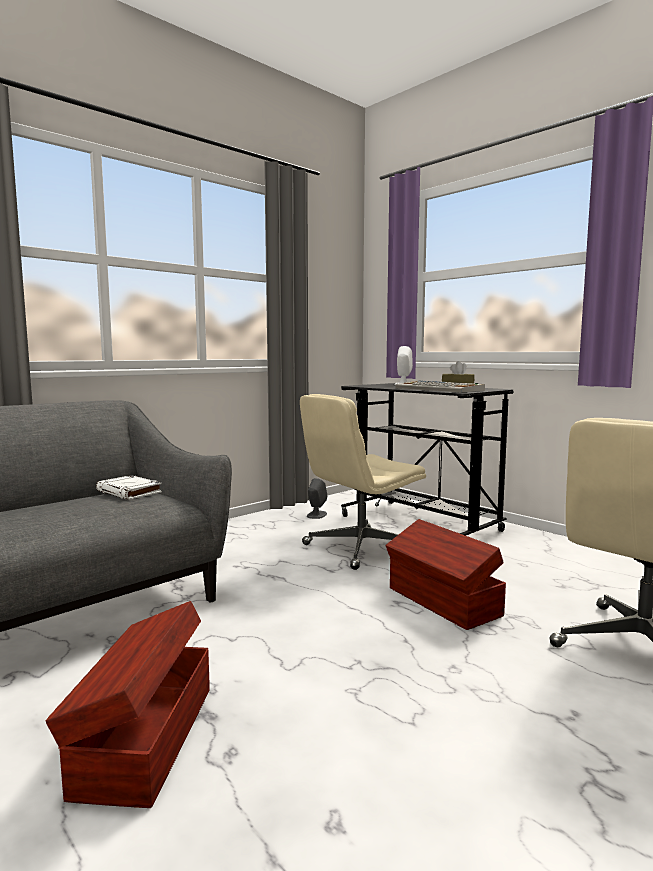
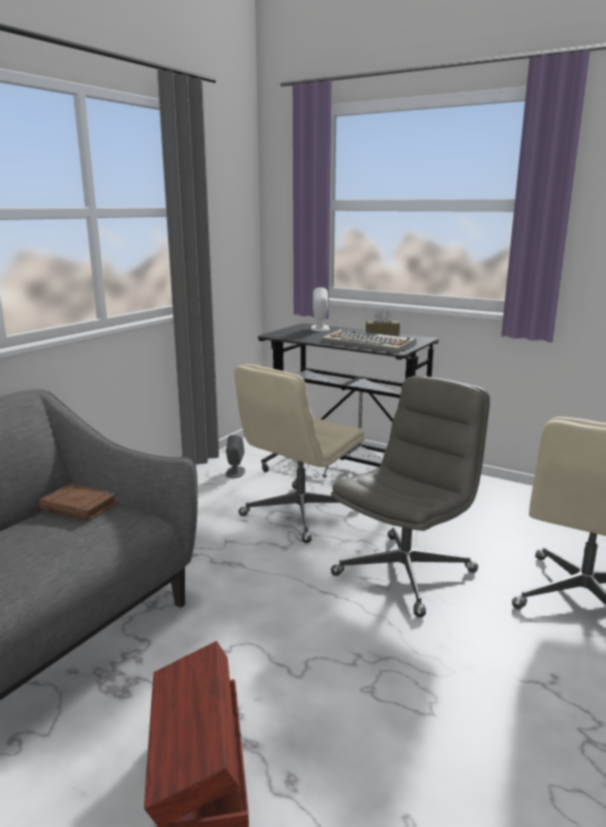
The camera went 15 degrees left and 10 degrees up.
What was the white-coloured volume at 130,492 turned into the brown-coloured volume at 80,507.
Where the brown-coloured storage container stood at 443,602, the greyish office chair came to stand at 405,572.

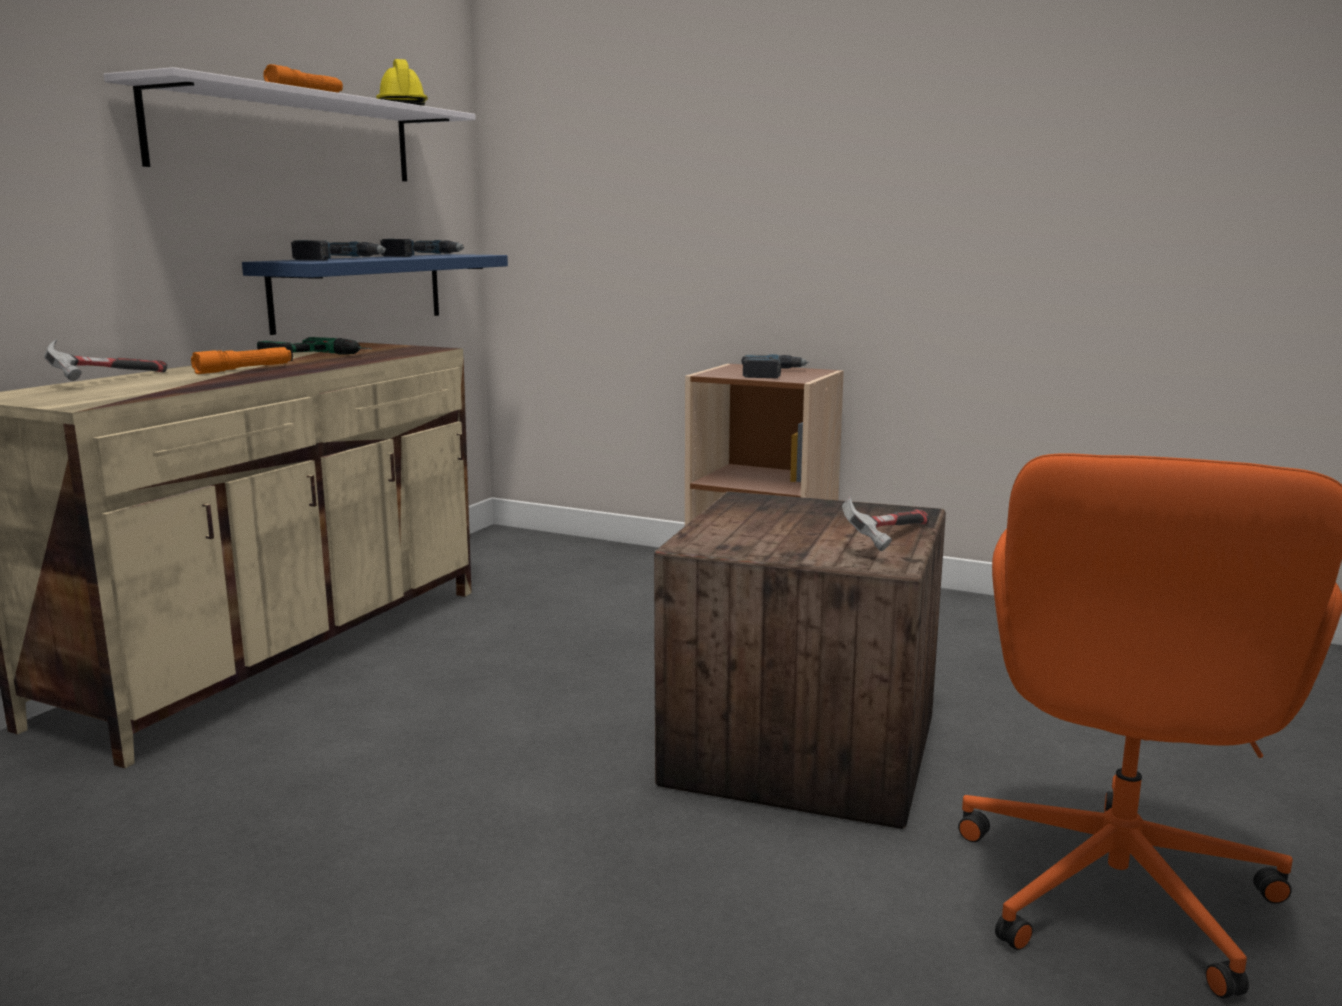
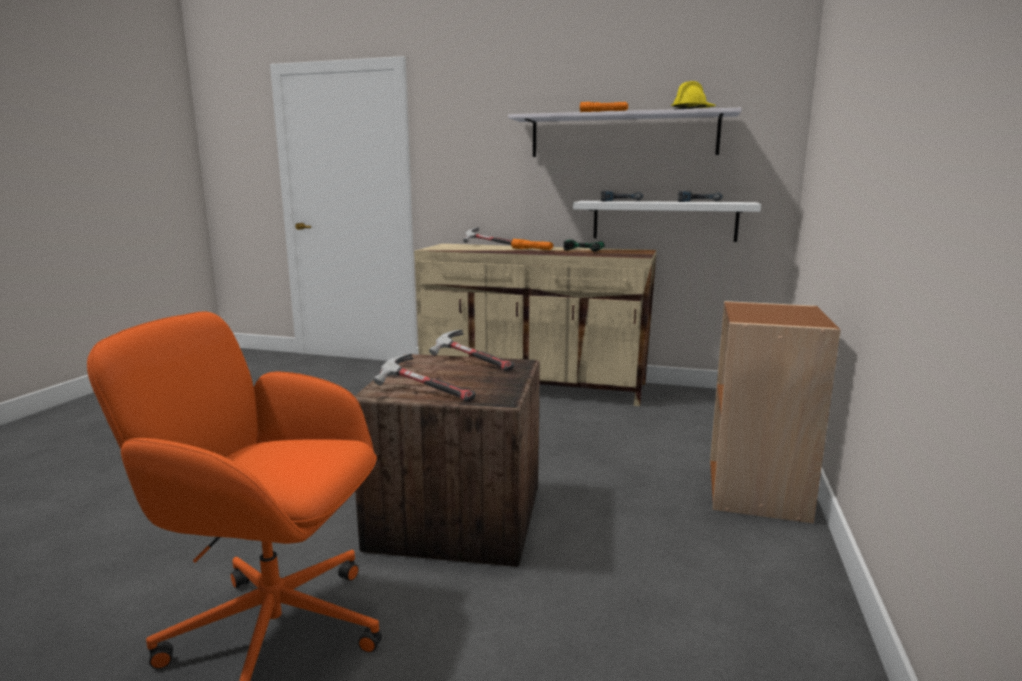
The camera went 80 degrees right and 0 degrees up.
The second view gained the hammer at 471,363.
What was the blue-coloured bracket shelf at 359,291 turned into the white-coloured bracket shelf at 664,220.
The second view lost the electric drill at 771,373.

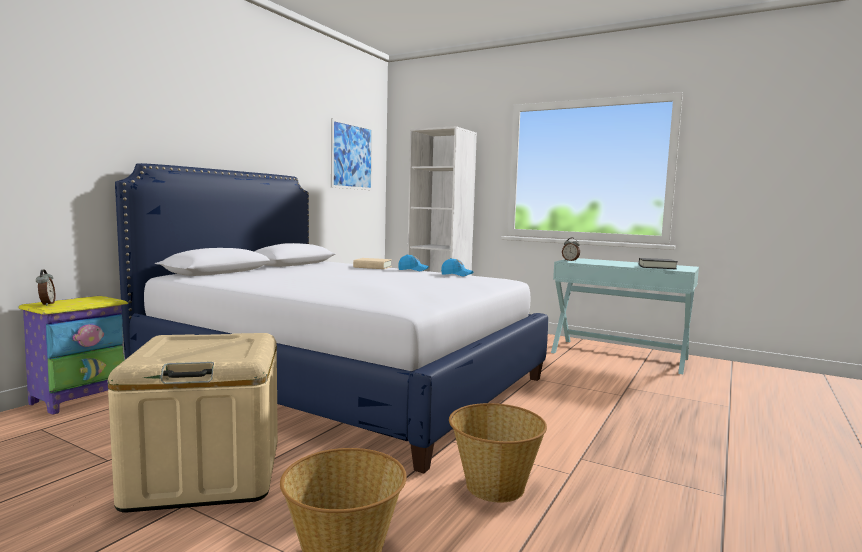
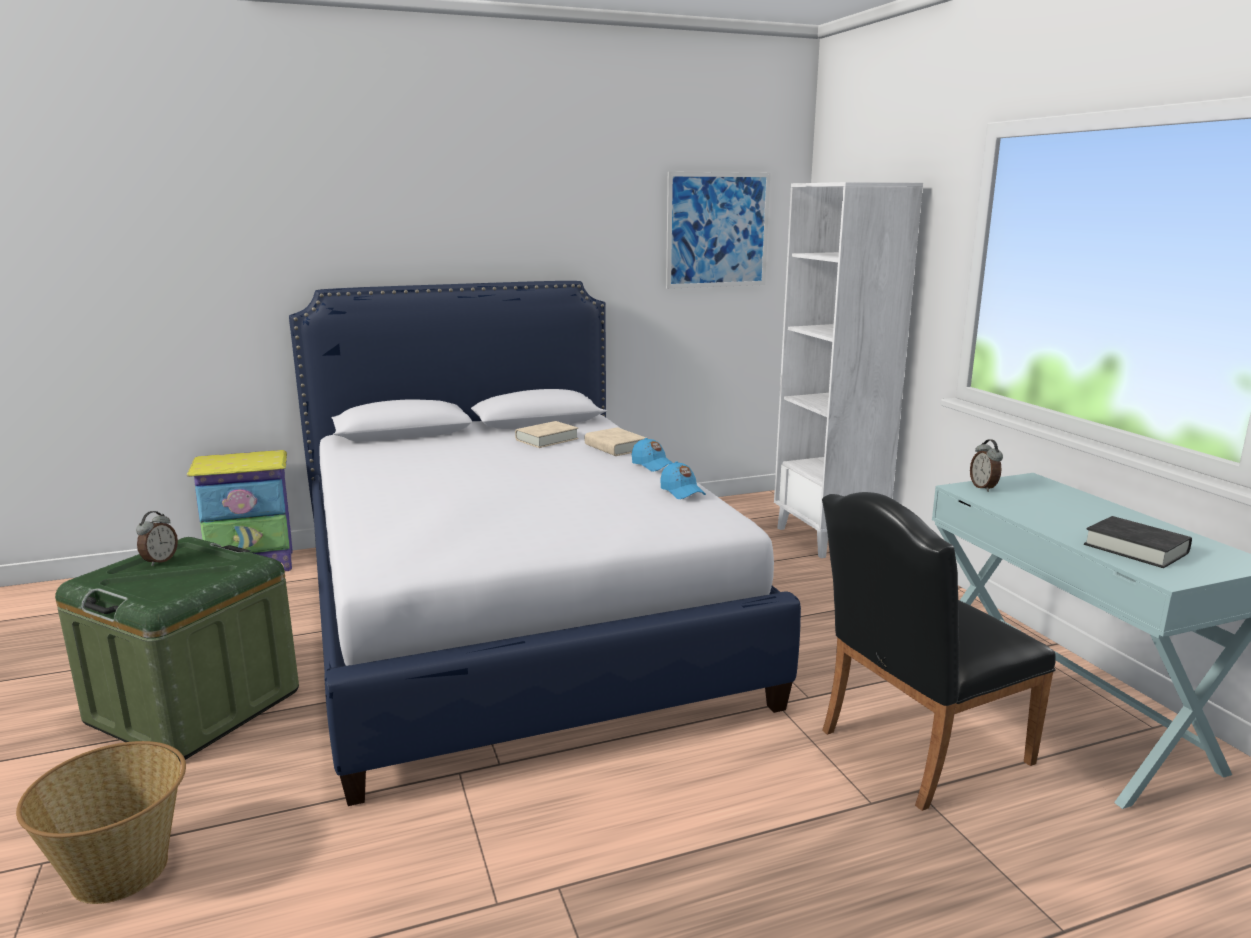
The camera went 40 degrees right and 10 degrees up.
What was the sand-coloured storage container at 206,473 turned into the green-coloured storage container at 194,706.
The table clock ended up elsewhere, having gone from 46,304 to 159,561.
The second view gained the sand-coloured volume at 547,439.
The second view gained the blackish plain chair at 914,750.
The second view lost the household basket at 494,486.

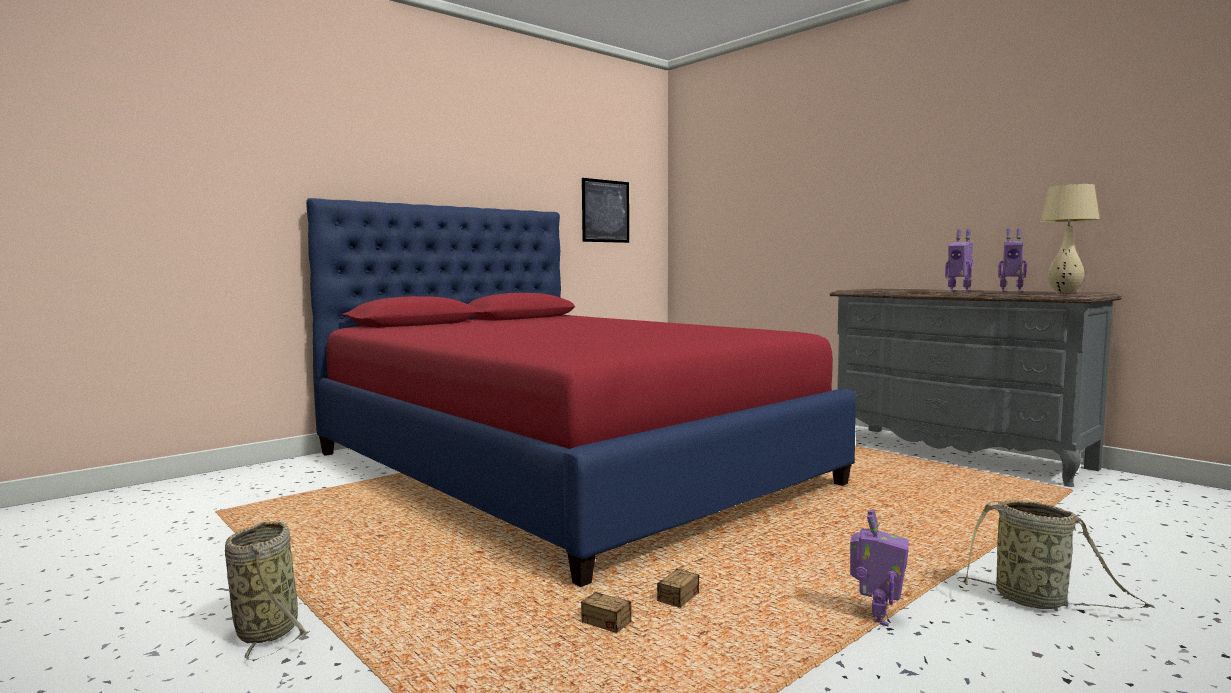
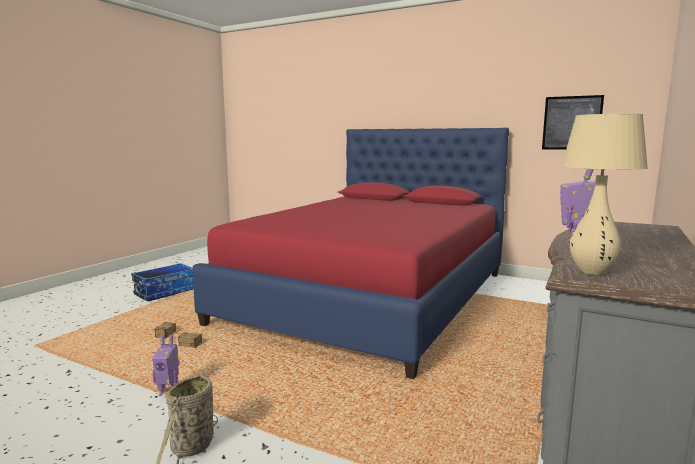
The camera went 70 degrees right and 5 degrees up.
Where the household basket stood at 268,629, the storage container came to stand at 165,292.
The second view lost the toy robot at 1010,292.

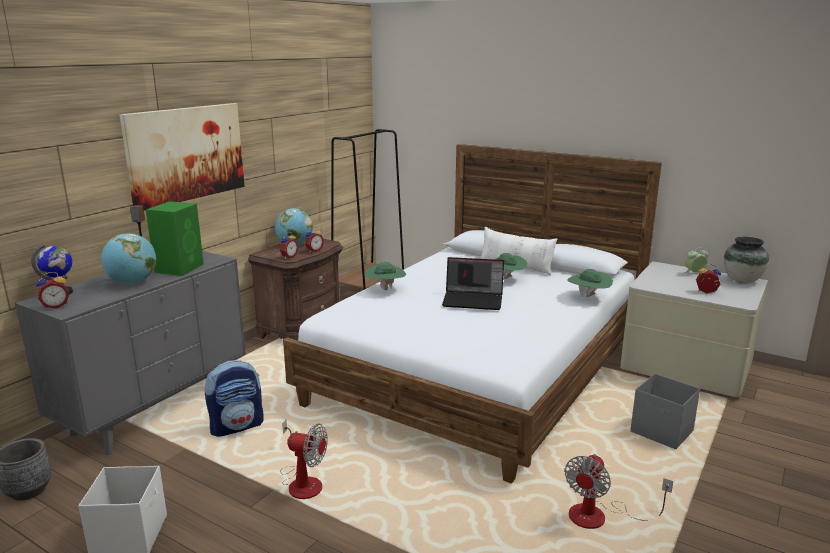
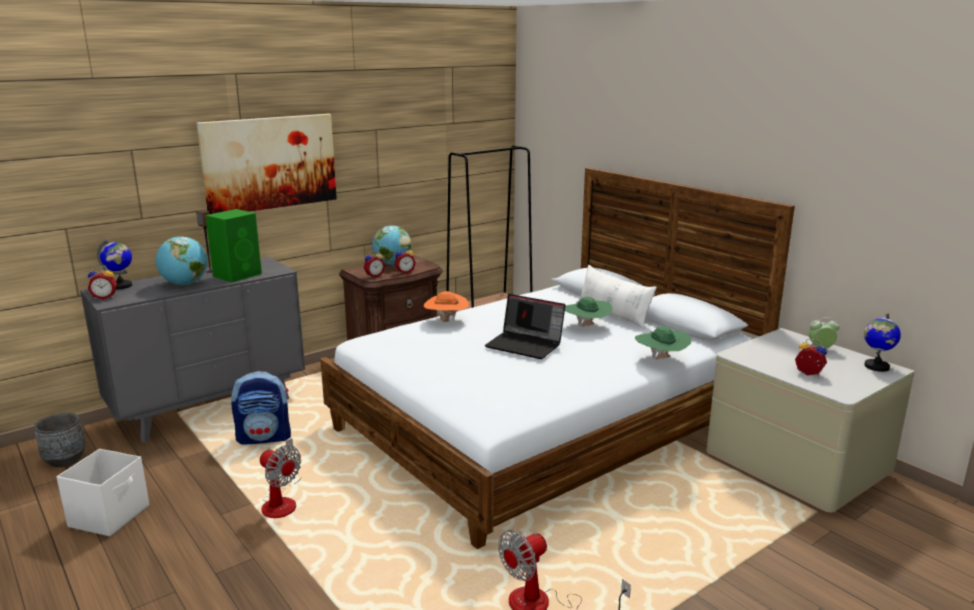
The camera went 20 degrees right and 0 degrees up.
What was the green-coloured wearable hat at 385,289 turned into the orange wearable hat at 446,321.
Where the flower vase stood at 742,281, the world globe came to stand at 876,366.
The second view lost the greyish storage container at 662,432.

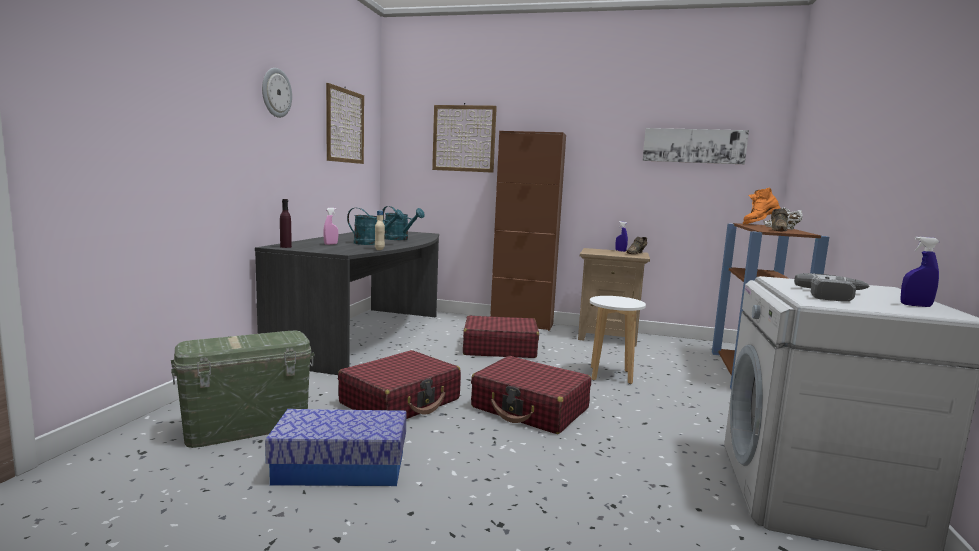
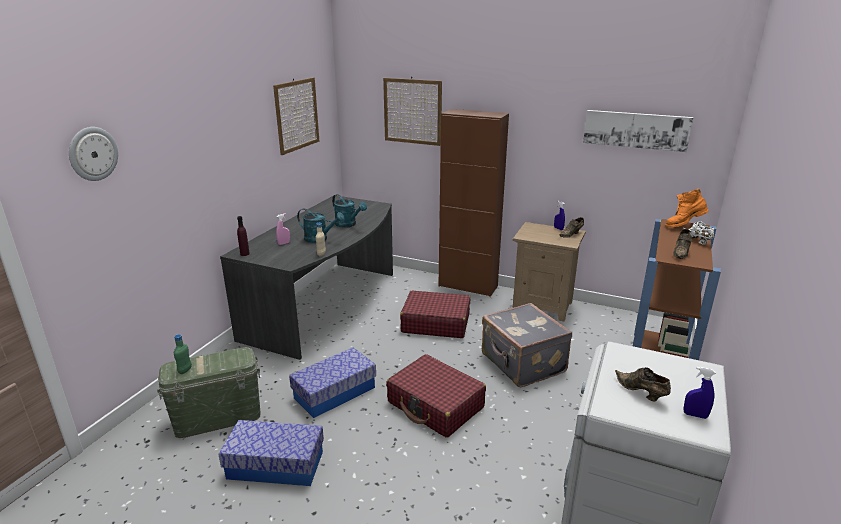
The camera went 10 degrees right and 15 degrees up.
The wall clock ended up elsewhere, having gone from 276,93 to 93,153.
The second view gained the green-coloured drink bottle at 185,370.
Where the red-coloured piece of luggage stood at 401,401, the storage container came to stand at 335,392.
Where the white-coloured stool stood at 611,375, the greyish piece of luggage came to stand at 522,364.
Where the electric drill stood at 837,295, the brown-coloured low shoe came to stand at 641,392.

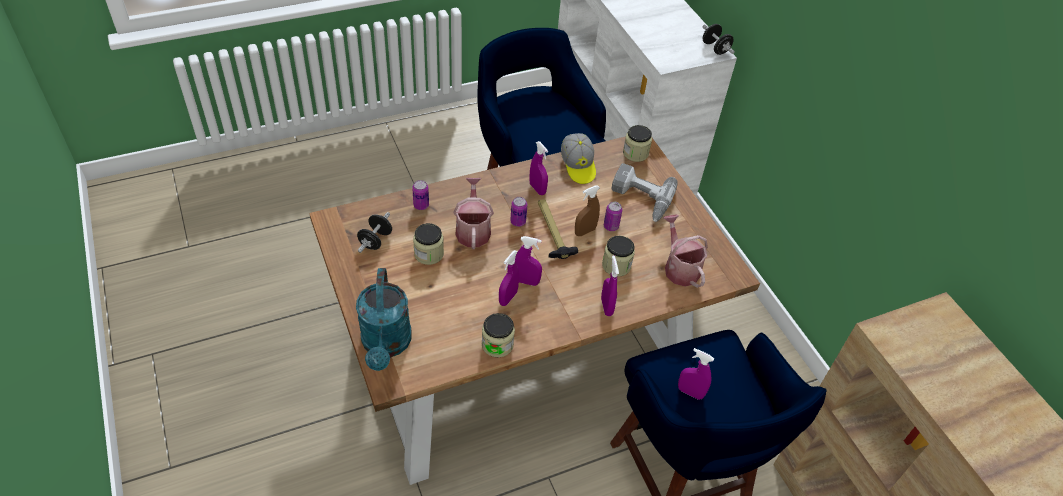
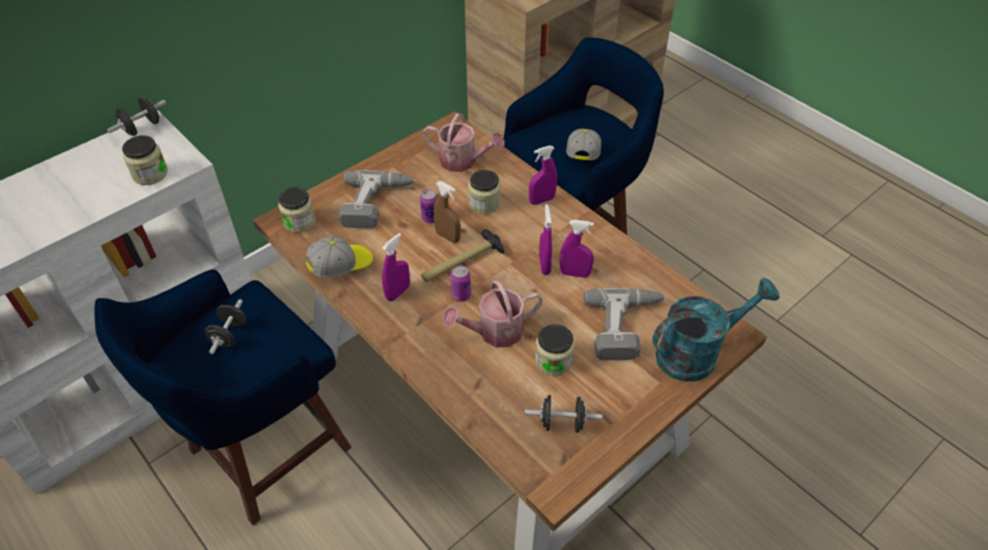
The camera went 105 degrees left and 0 degrees up.
The jar ended up elsewhere, having gone from 497,344 to 150,174.
The second view gained the blackish free weight at 229,335.
The sprinkling can at 679,267 ended up facing another way, 120 degrees counterclockwise from before.
Where the purplish spray bottle stood at 690,392, the cap came to stand at 583,152.
The second view gained the electric drill at 626,328.
The second view lost the can at 421,205.

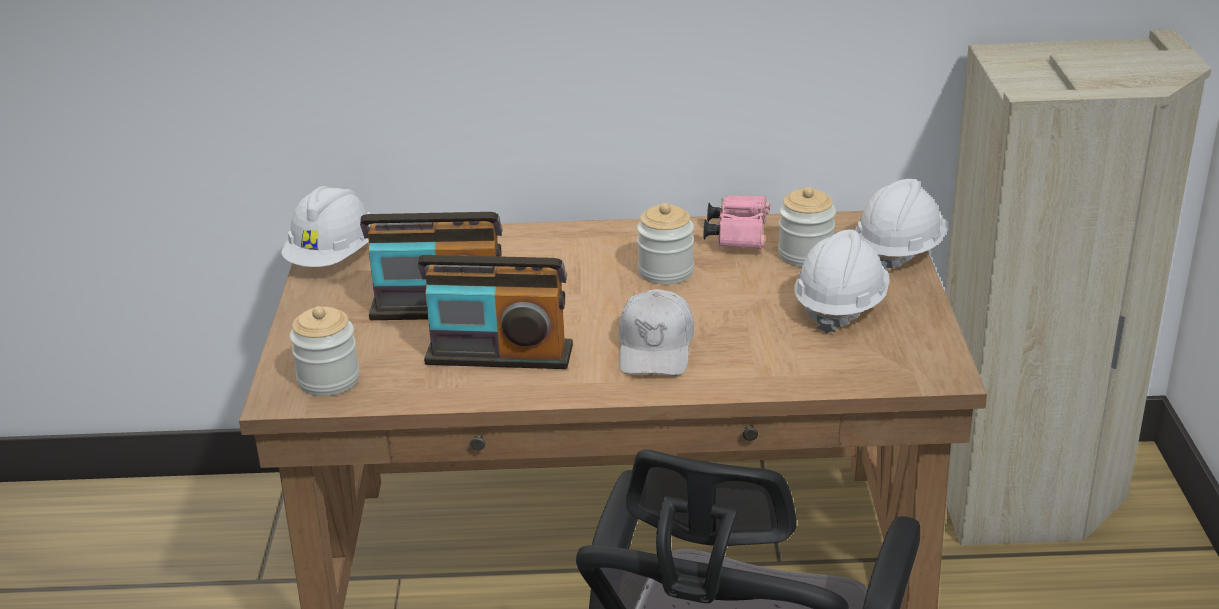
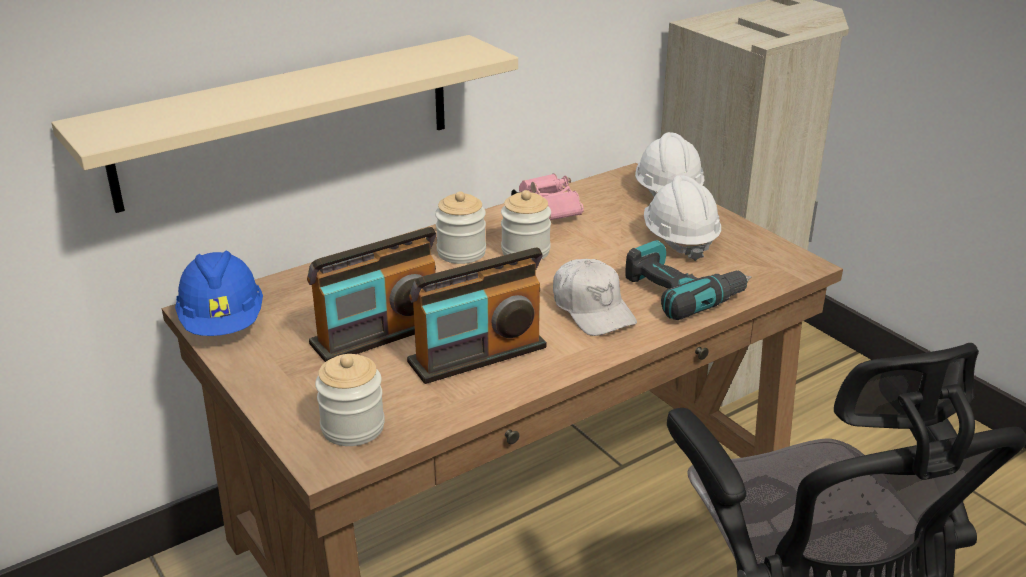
The camera went 35 degrees left and 0 degrees up.
The second view gained the sand-coloured bracket shelf at 287,121.
What was the white-coloured hard hat at 333,258 turned into the blue-coloured hard hat at 223,323.
The jar ended up elsewhere, having gone from 805,255 to 461,252.
The second view gained the electric drill at 682,292.

